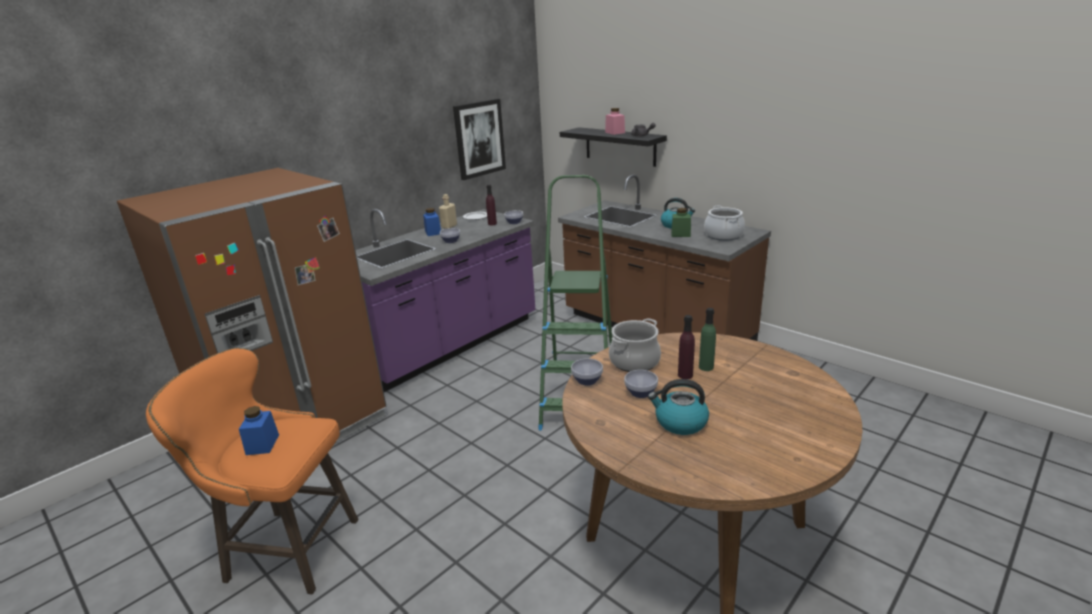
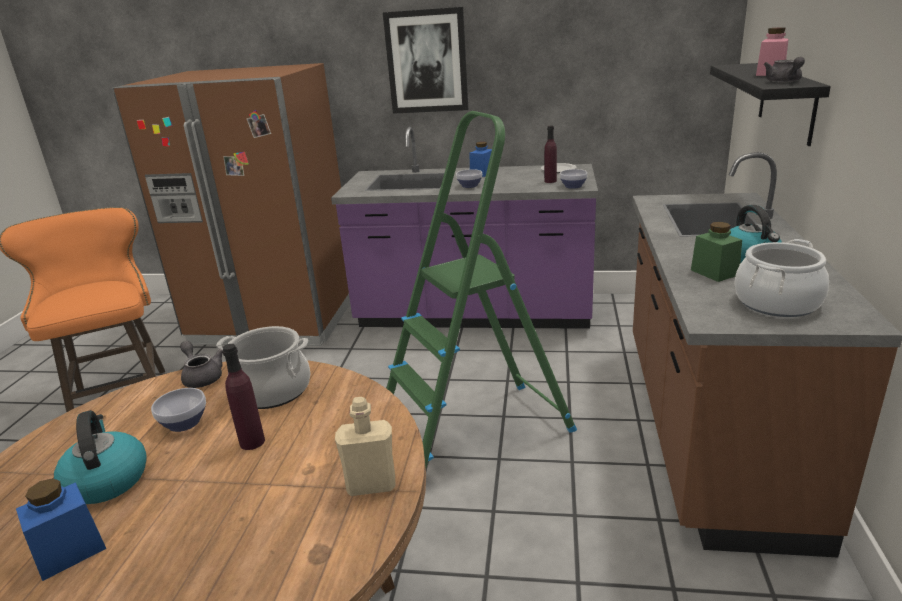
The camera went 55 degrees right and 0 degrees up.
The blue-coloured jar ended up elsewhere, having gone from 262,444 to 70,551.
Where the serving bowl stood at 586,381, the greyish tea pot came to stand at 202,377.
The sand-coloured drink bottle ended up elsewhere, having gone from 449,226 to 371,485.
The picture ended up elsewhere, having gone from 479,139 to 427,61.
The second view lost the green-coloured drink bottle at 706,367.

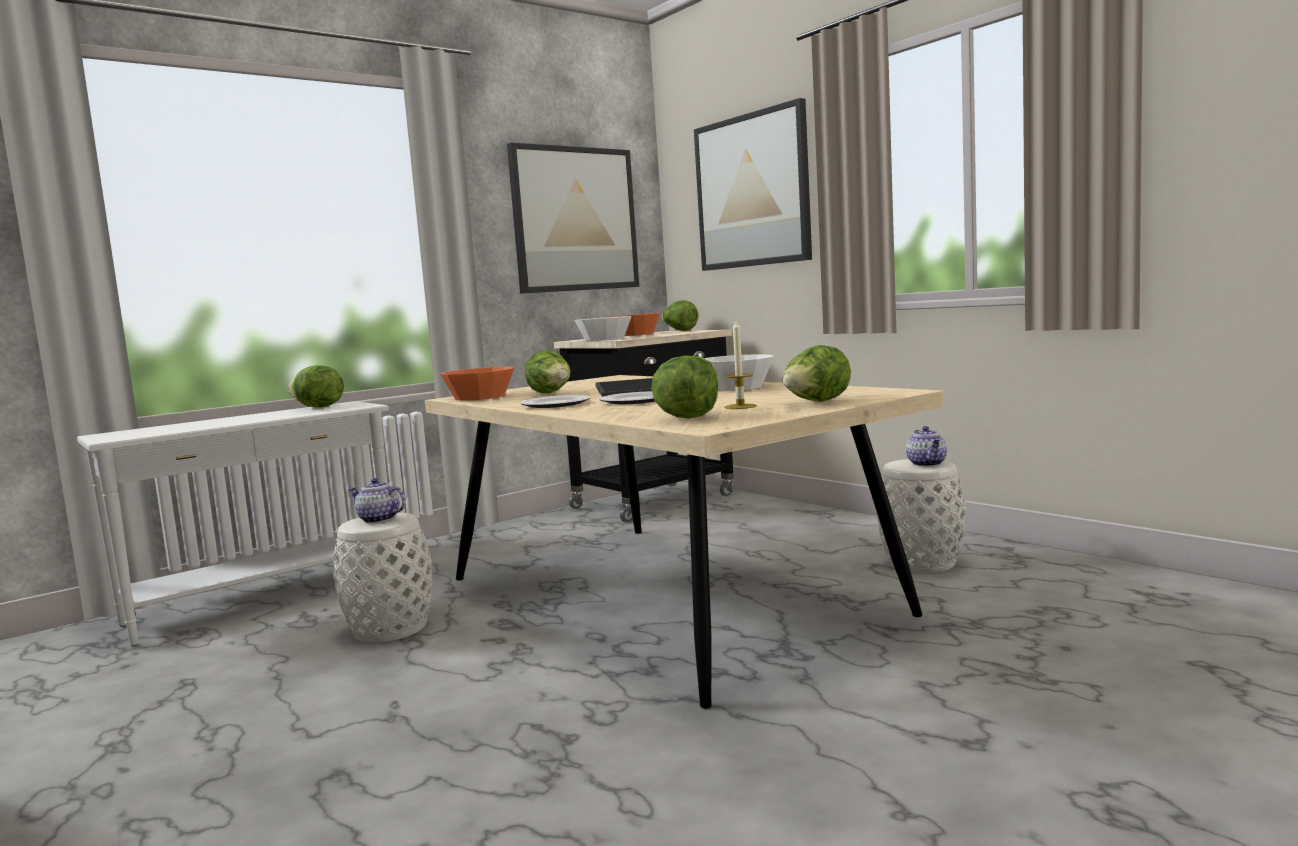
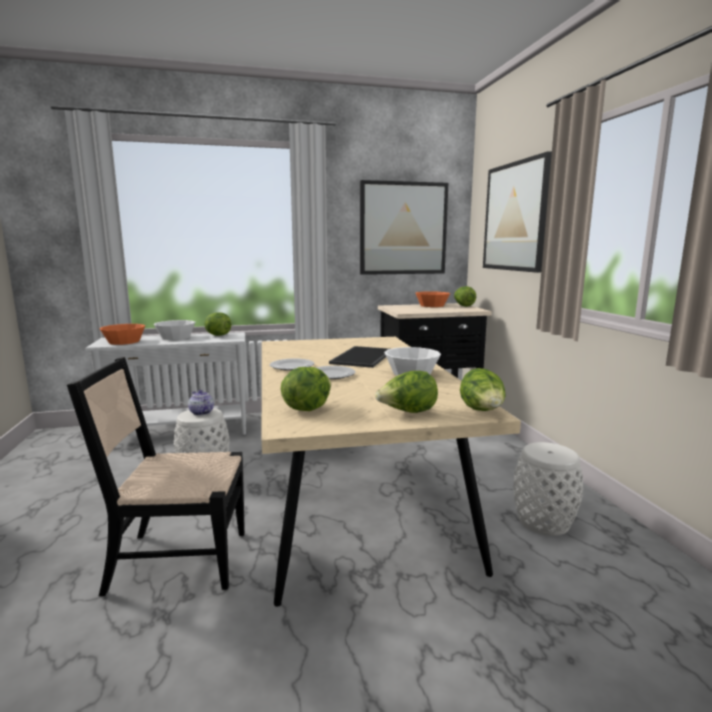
The camera went 25 degrees right and 5 degrees up.
The second view gained the plain chair at 179,561.
The orange serving bowl ended up elsewhere, having gone from 480,397 to 124,342.
The white-coloured serving bowl ended up elsewhere, having gone from 604,339 to 176,337.
The lettuce ended up elsewhere, having gone from 551,393 to 482,411.
The second view lost the wax light at 740,406.
The second view lost the tea pot at 927,464.

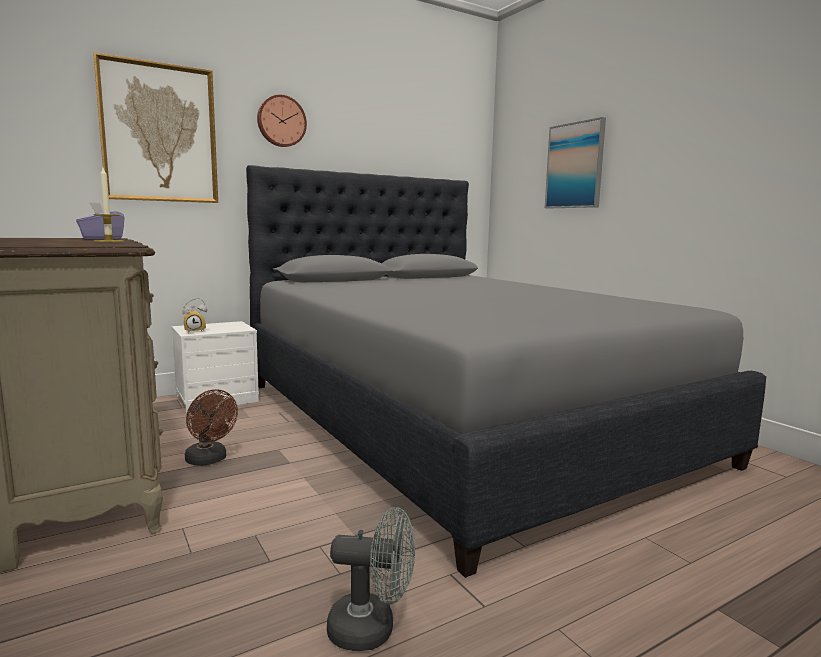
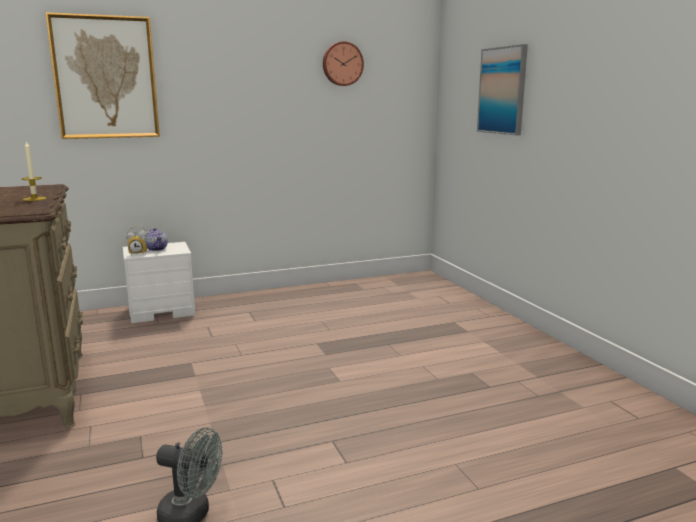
The camera went 10 degrees right and 5 degrees up.
The second view gained the tea pot at 157,249.
The wall clock ended up elsewhere, having gone from 281,121 to 342,64.
The second view lost the purplish tissue holder at 102,238.
The second view lost the brown-coloured electric fan at 209,460.
The second view lost the greyish sleeping bed at 457,419.

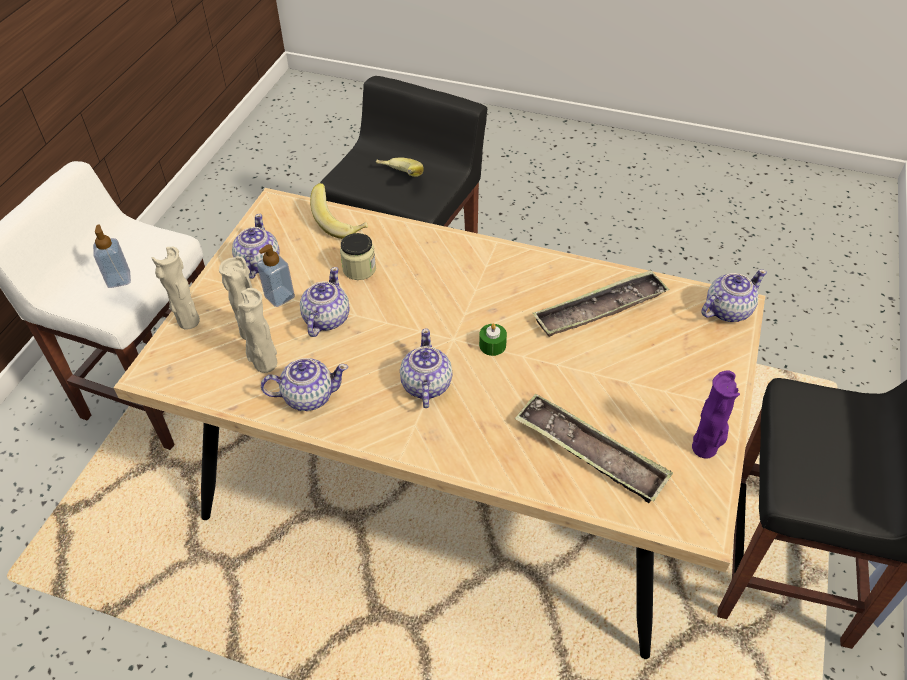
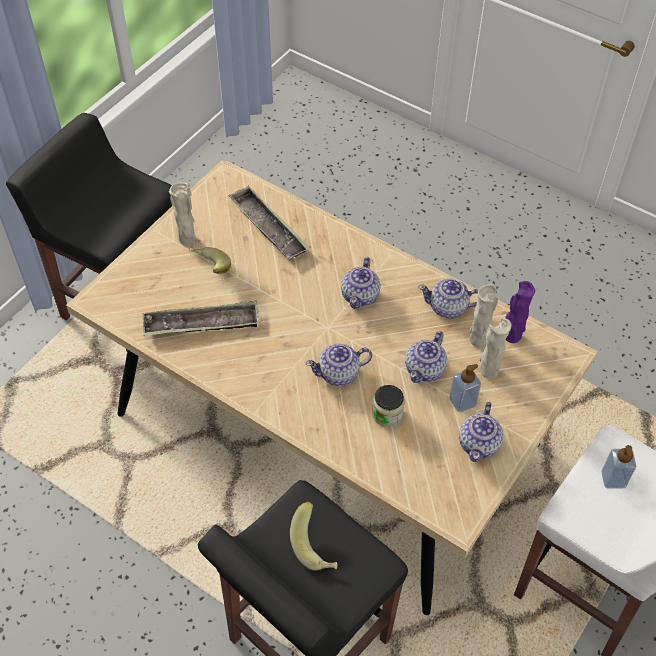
The camera went 165 degrees left and 5 degrees up.
The sand-coloured flower vase ended up elsewhere, having gone from 188,321 to 187,239.
The banana fruit ended up elsewhere, having gone from 341,223 to 209,269.
The tea pot ended up elsewhere, having gone from 727,310 to 339,373.
The purplish flower vase ended up elsewhere, having gone from 705,449 to 511,336.
The second view lost the green-coloured wax light at 492,345.

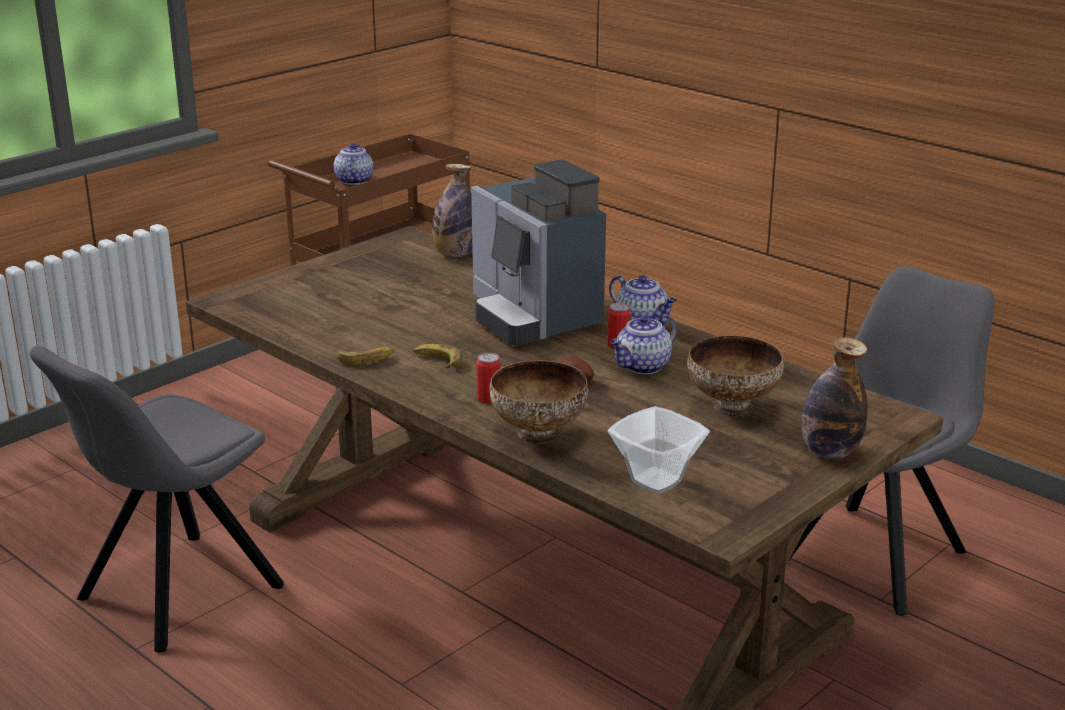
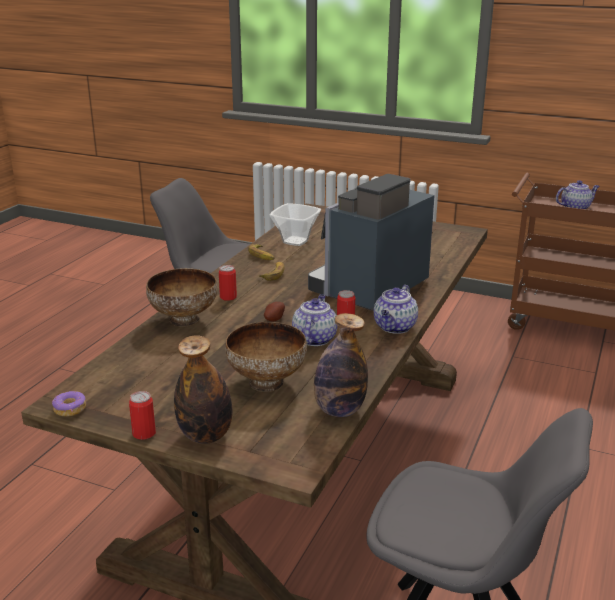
The camera went 70 degrees right and 0 degrees up.
The second view gained the doughnut at 70,409.
The second view gained the can at 144,433.
The serving bowl ended up elsewhere, having gone from 656,482 to 294,241.
The tea pot at 642,367 ended up facing another way, 75 degrees clockwise from before.
The drink bottle ended up elsewhere, having gone from 455,254 to 339,410.

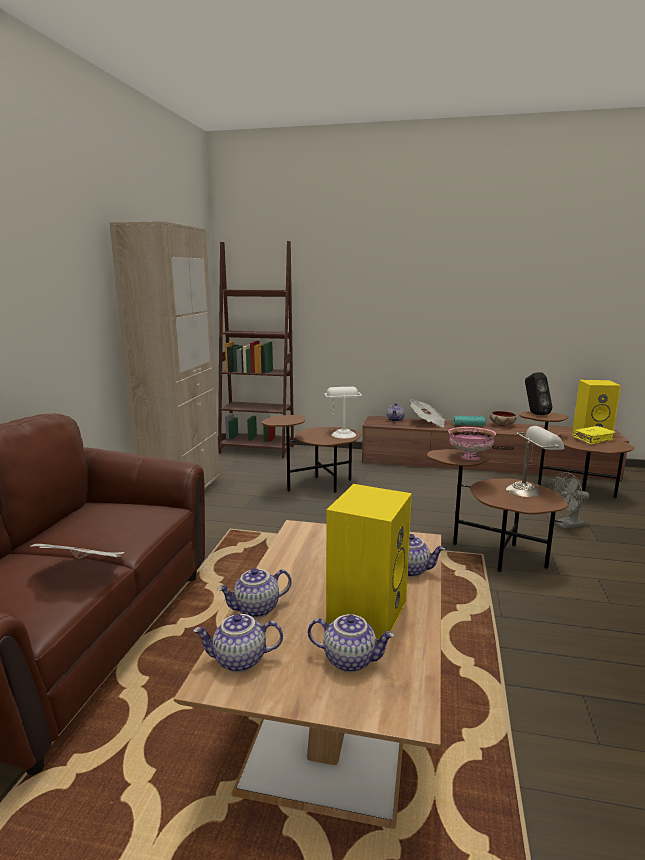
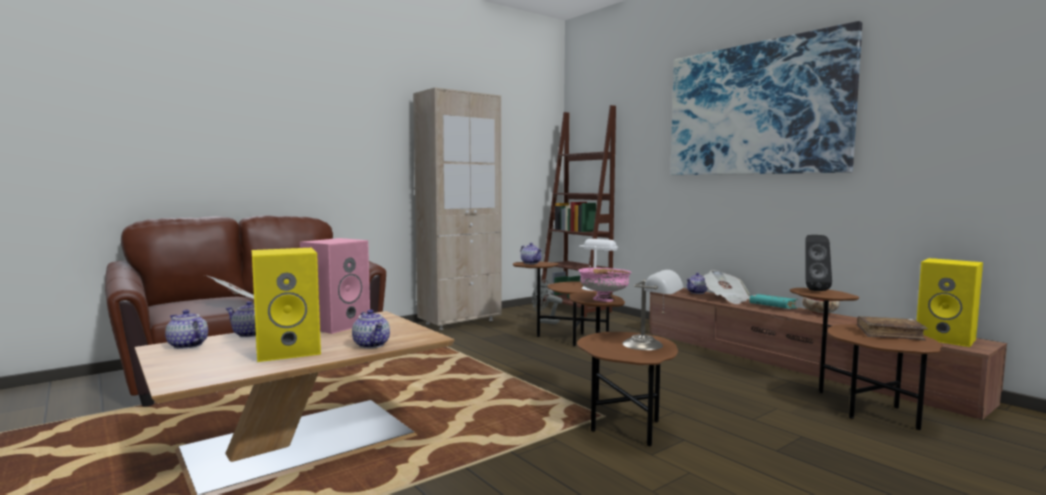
The camera went 40 degrees right and 10 degrees down.
The second view gained the pink-coloured audio speaker at 337,325.
The tea pot ended up elsewhere, having gone from 350,659 to 531,263.
The greyish electric fan ended up elsewhere, having gone from 565,525 to 545,322.
The second view gained the picture at 754,109.
What was the yellowish volume at 592,439 turned into the brown-coloured volume at 889,334.

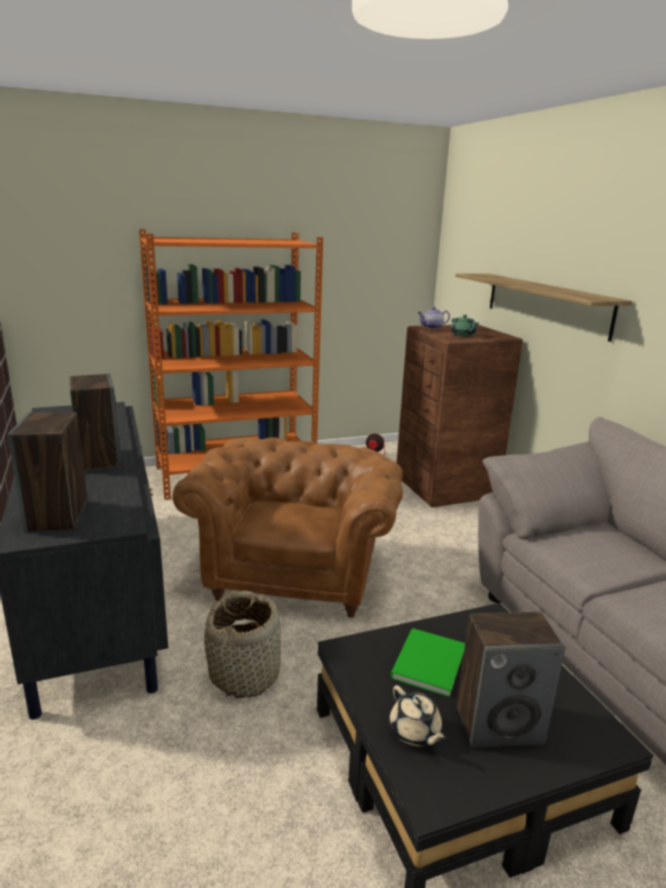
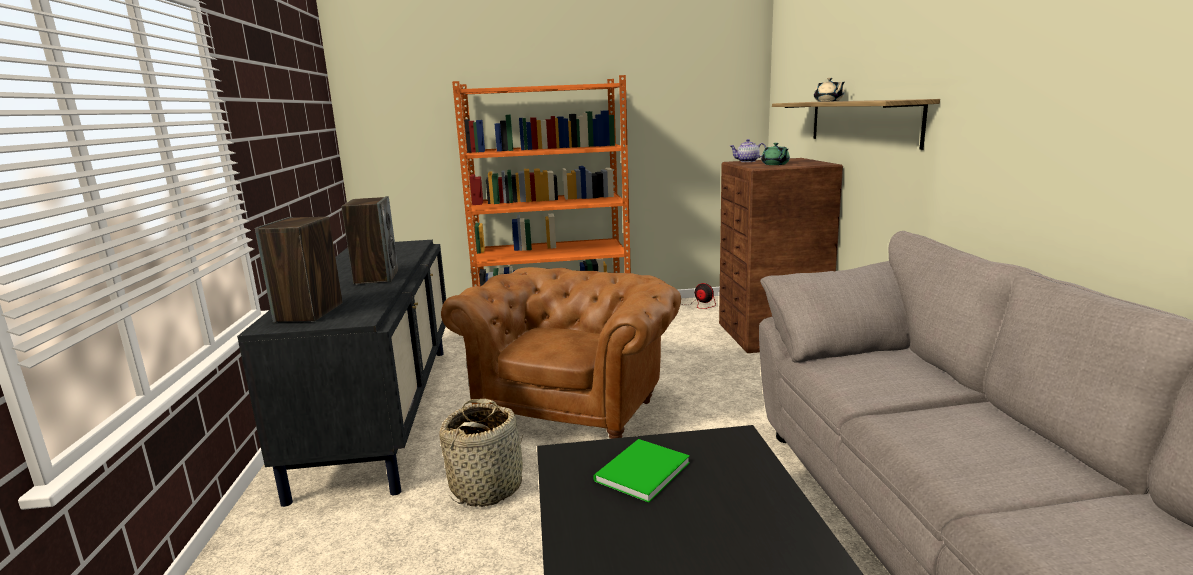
The camera went 15 degrees right and 5 degrees down.
The sand-coloured tea pot ended up elsewhere, having gone from 415,732 to 828,101.
The second view lost the audio speaker at 499,724.

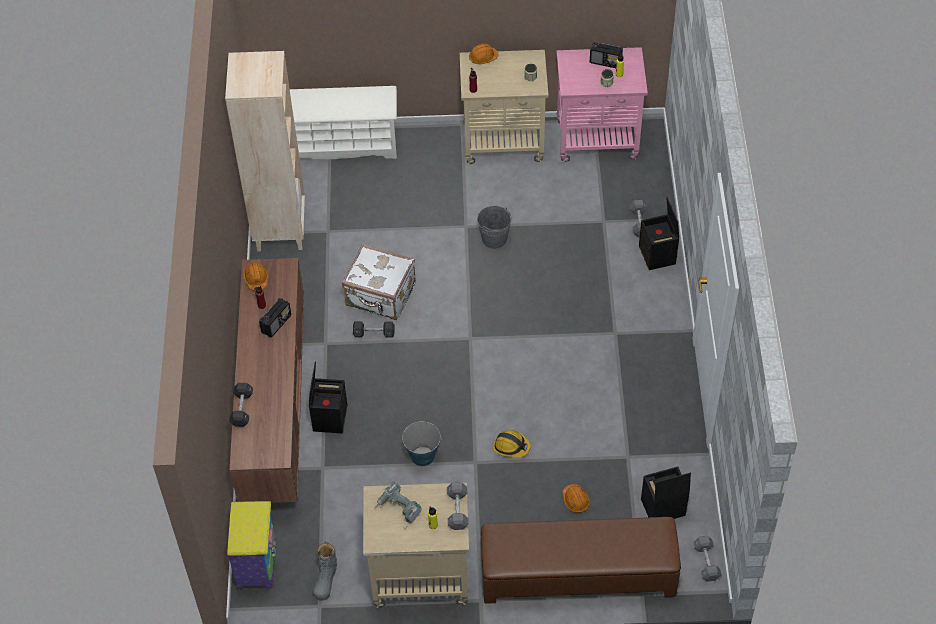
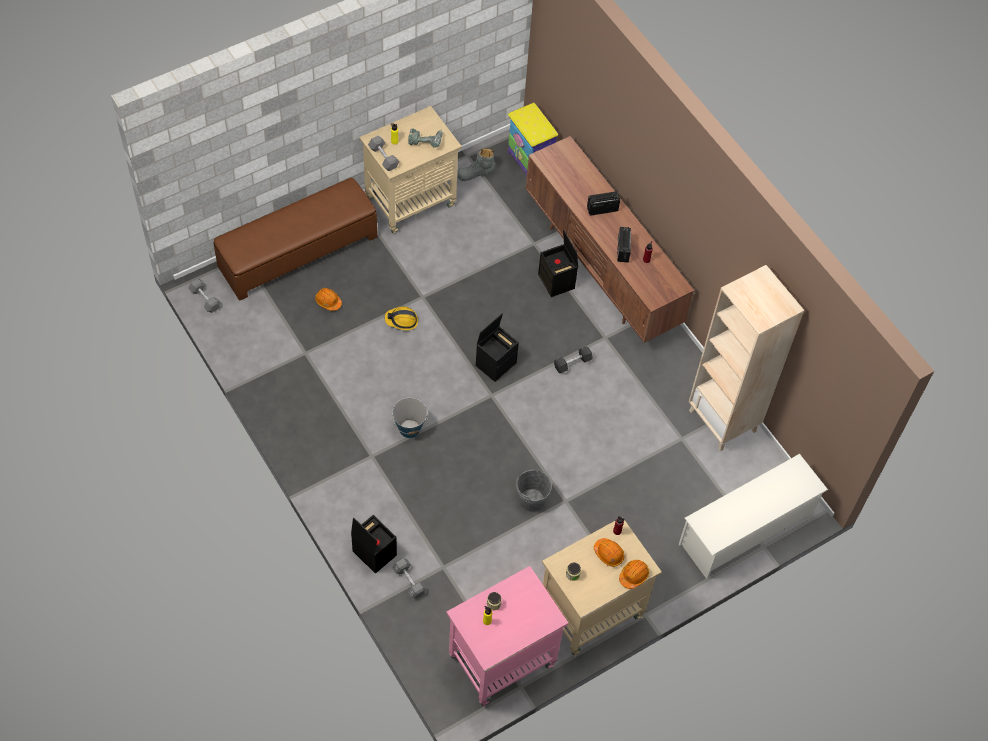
The camera went 145 degrees right and 5 degrees up.
The water bucket ended up elsewhere, having gone from 422,456 to 410,428.
The greyish boot at 325,579 ended up facing another way, 90 degrees counterclockwise from before.
The blackish storage container ended up elsewhere, having gone from 662,508 to 496,363.
The radio set ended up elsewhere, having gone from 606,62 to 602,209.
The orange hard hat ended up elsewhere, having gone from 256,279 to 608,554.
The second view lost the blackish free weight at 242,409.
The second view lost the white-coloured piece of luggage at 380,296.

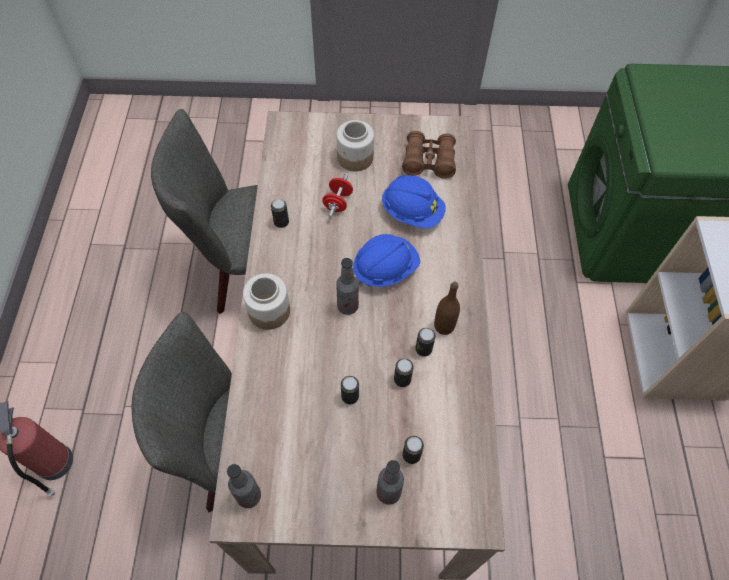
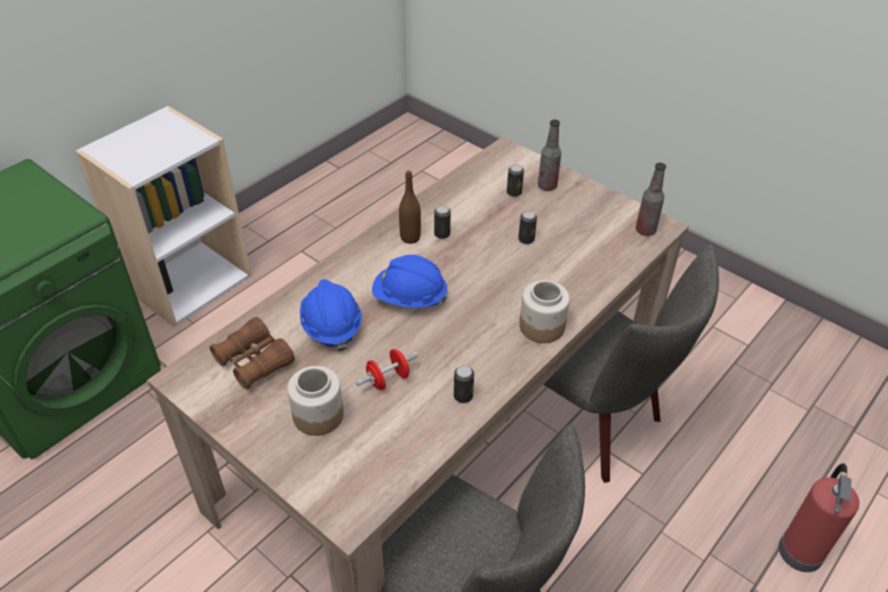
The camera went 140 degrees left and 15 degrees down.
The second view lost the drink bottle at 347,306.
The second view lost the can at 402,379.

